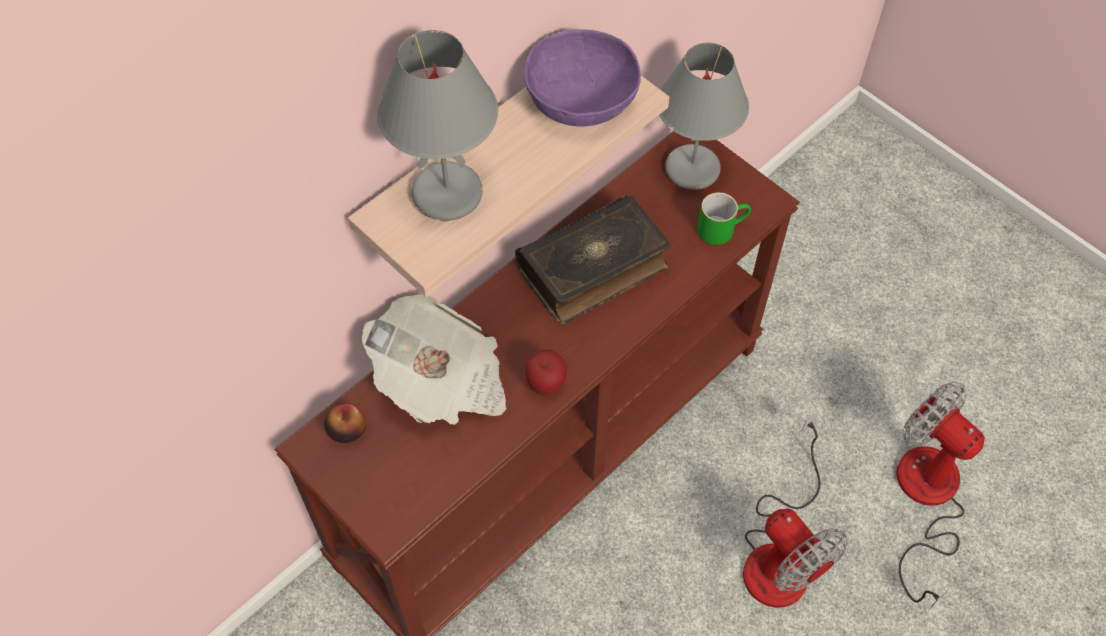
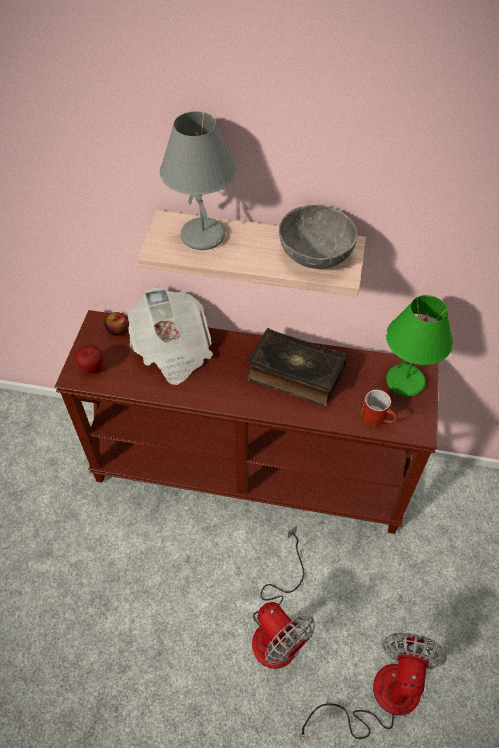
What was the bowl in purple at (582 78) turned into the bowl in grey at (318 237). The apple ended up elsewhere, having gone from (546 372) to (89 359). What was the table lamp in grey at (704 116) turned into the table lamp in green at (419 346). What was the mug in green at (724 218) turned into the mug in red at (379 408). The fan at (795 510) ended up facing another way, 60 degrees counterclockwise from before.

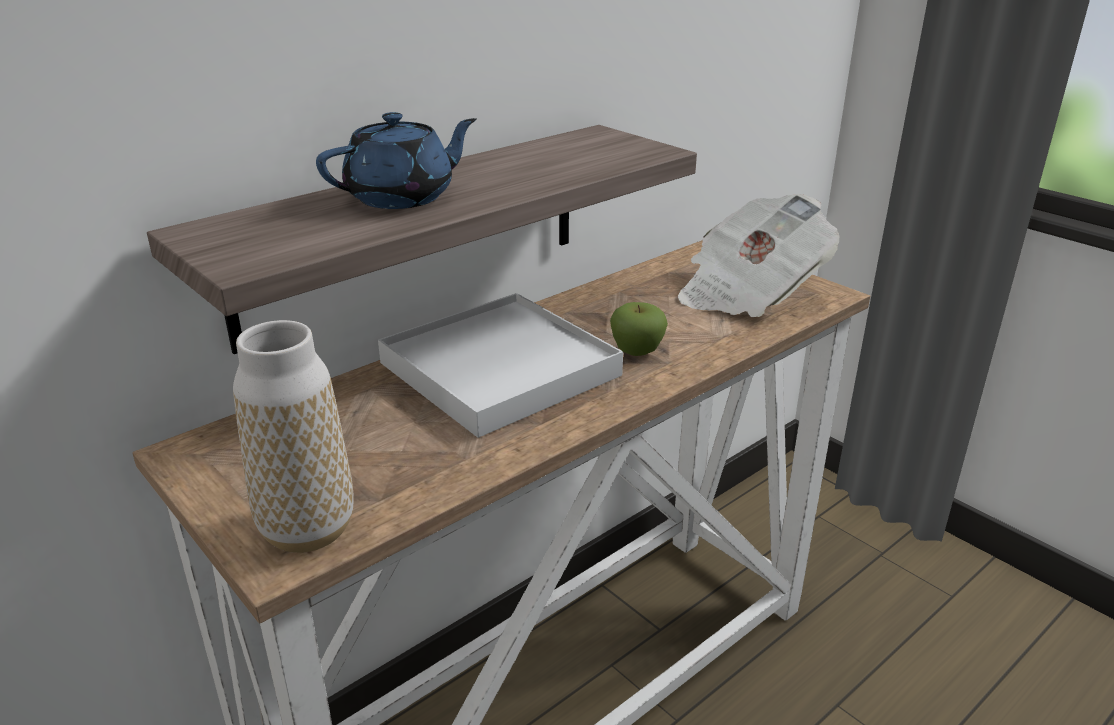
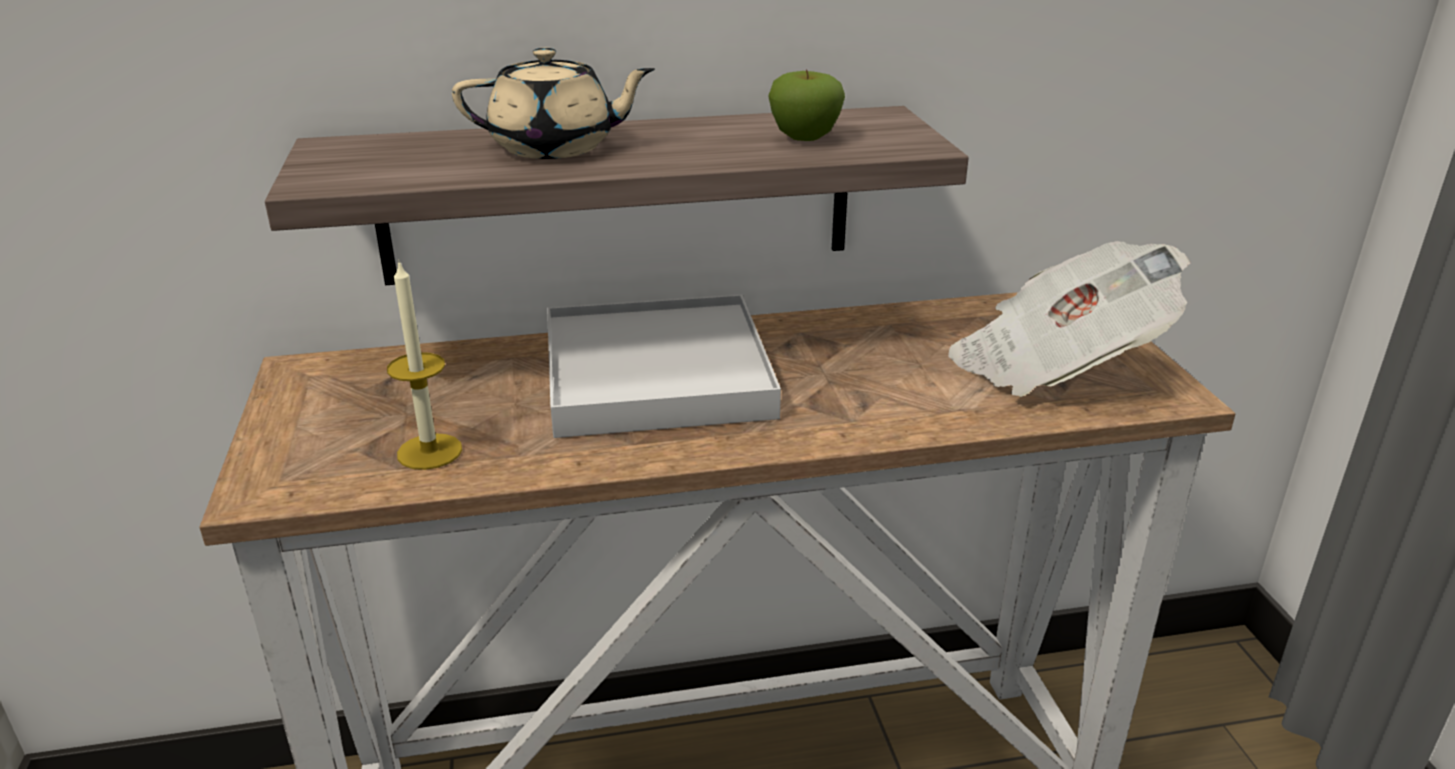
The second view lost the vase at (293 436). What was the teapot in blue at (396 160) turned into the teapot in beige at (553 103). The apple ended up elsewhere, having gone from (639 329) to (806 105). The second view gained the candle at (424 364).

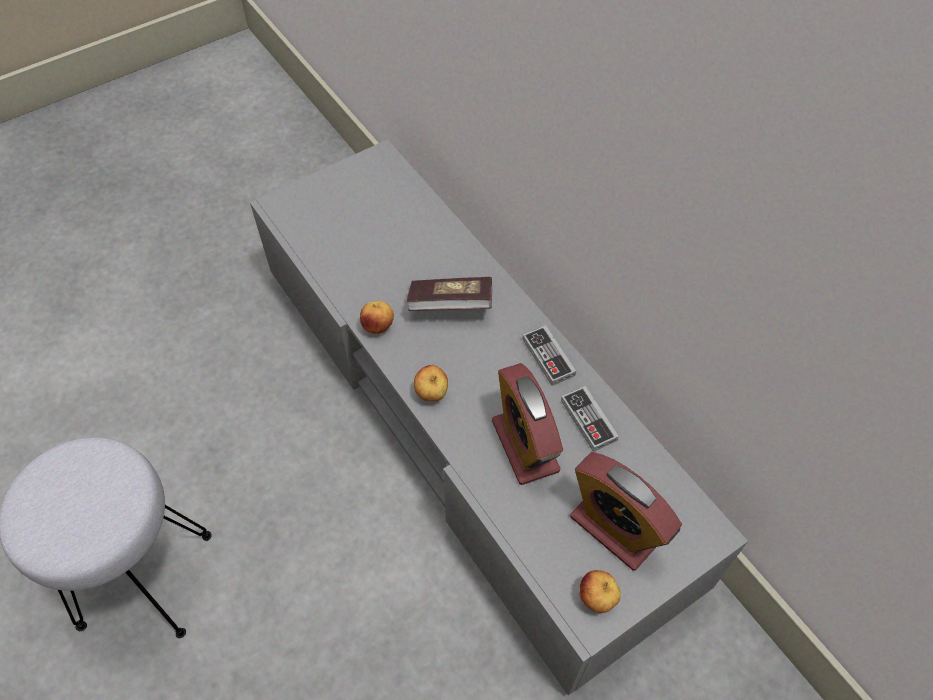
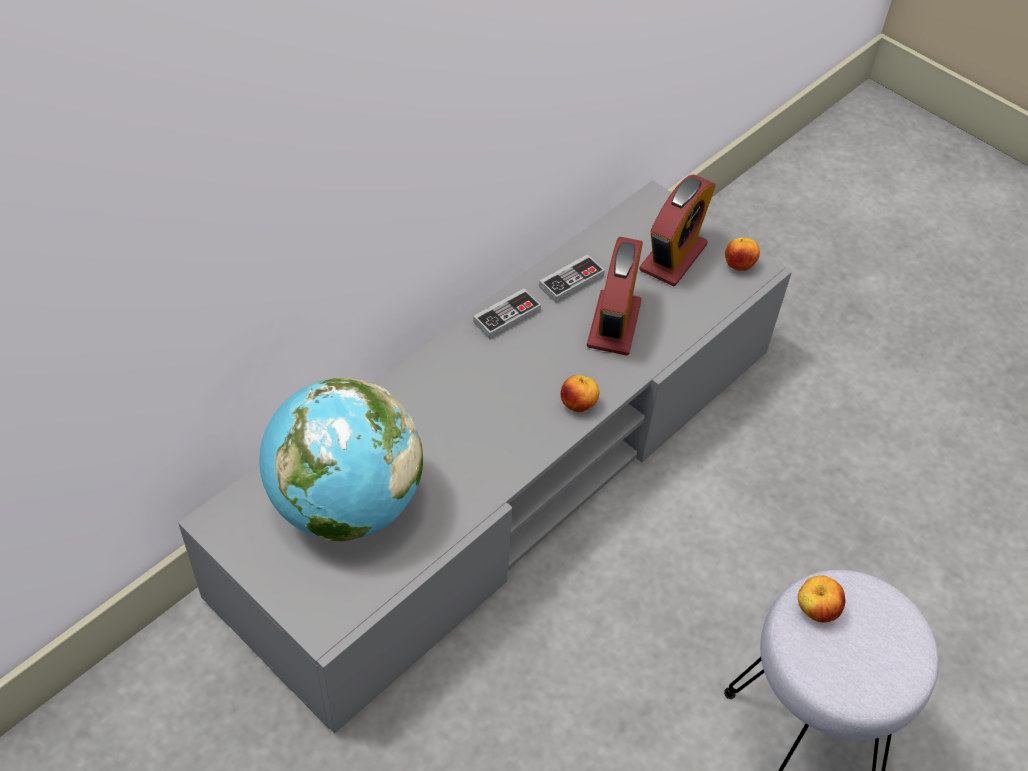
The apple ended up elsewhere, having gone from (377 317) to (821 599). The second view lost the book at (449 294). The alarm clock at (527 424) ended up facing another way, 135 degrees clockwise from before. The second view gained the globe at (341 460).

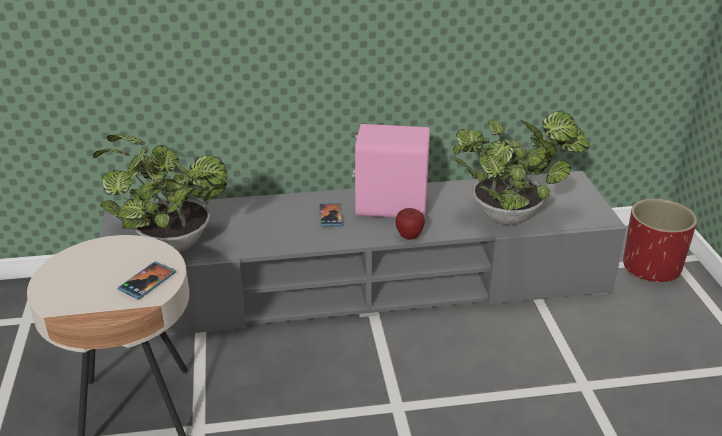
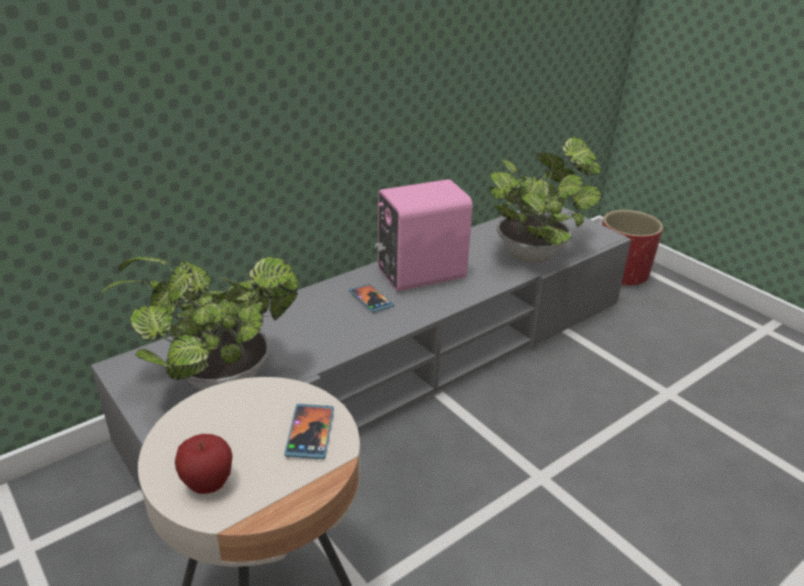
The apple ended up elsewhere, having gone from (410 224) to (204 464).

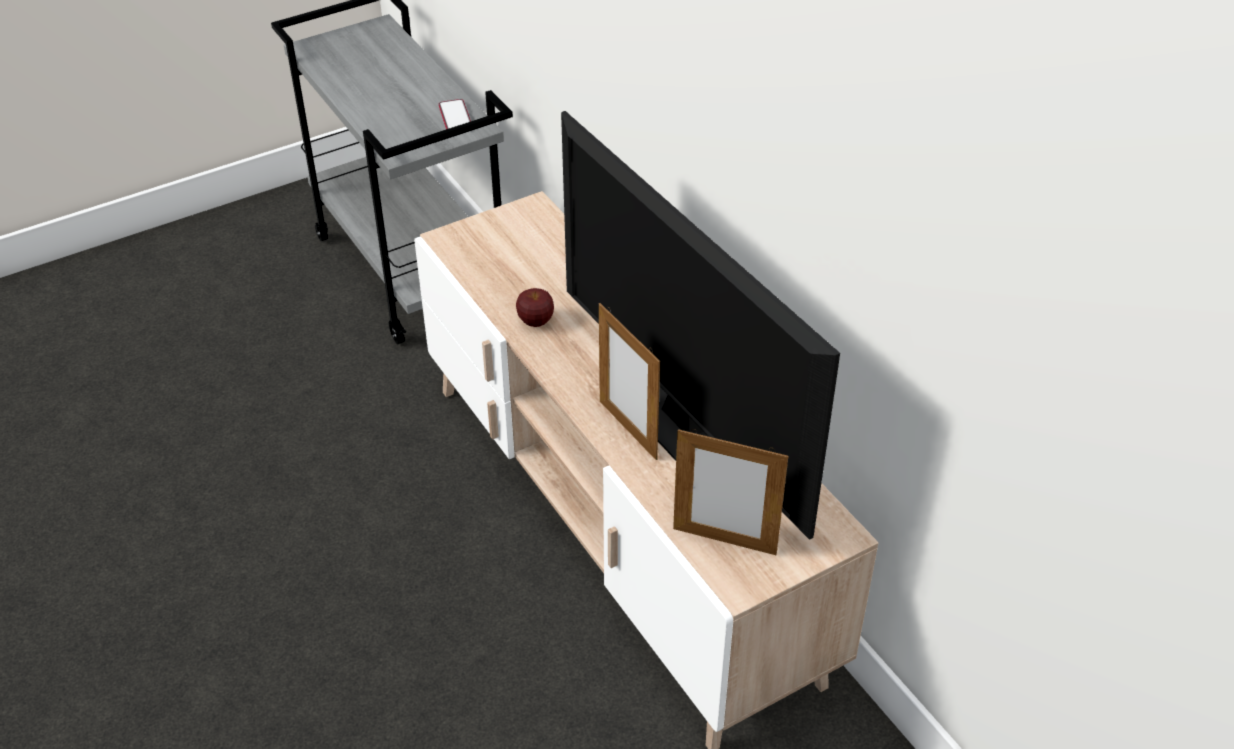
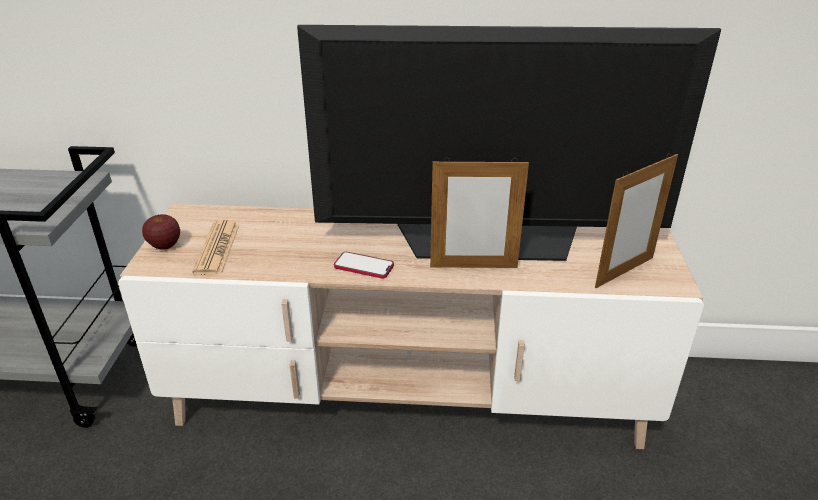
The phone ended up elsewhere, having gone from (455 114) to (364 265). The apple ended up elsewhere, having gone from (535 307) to (161 232). The second view gained the newspaper at (216 247).

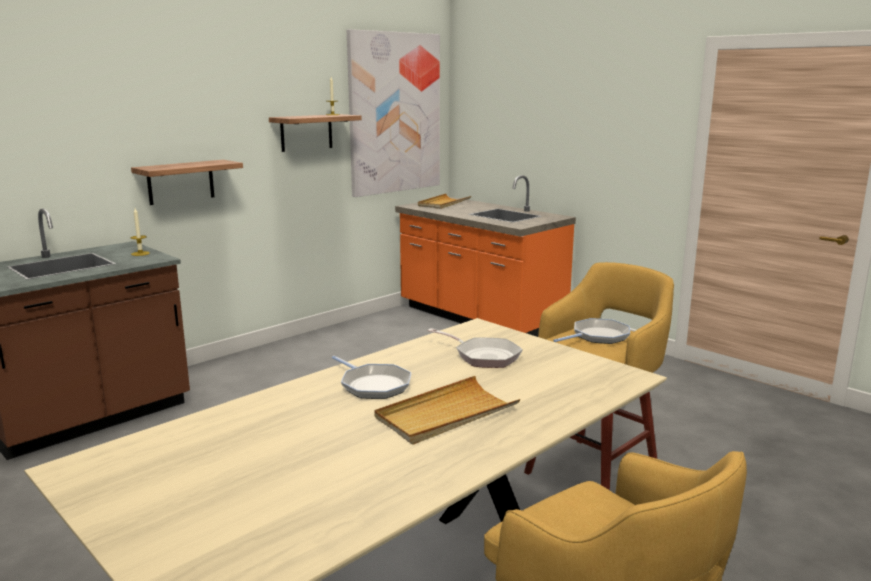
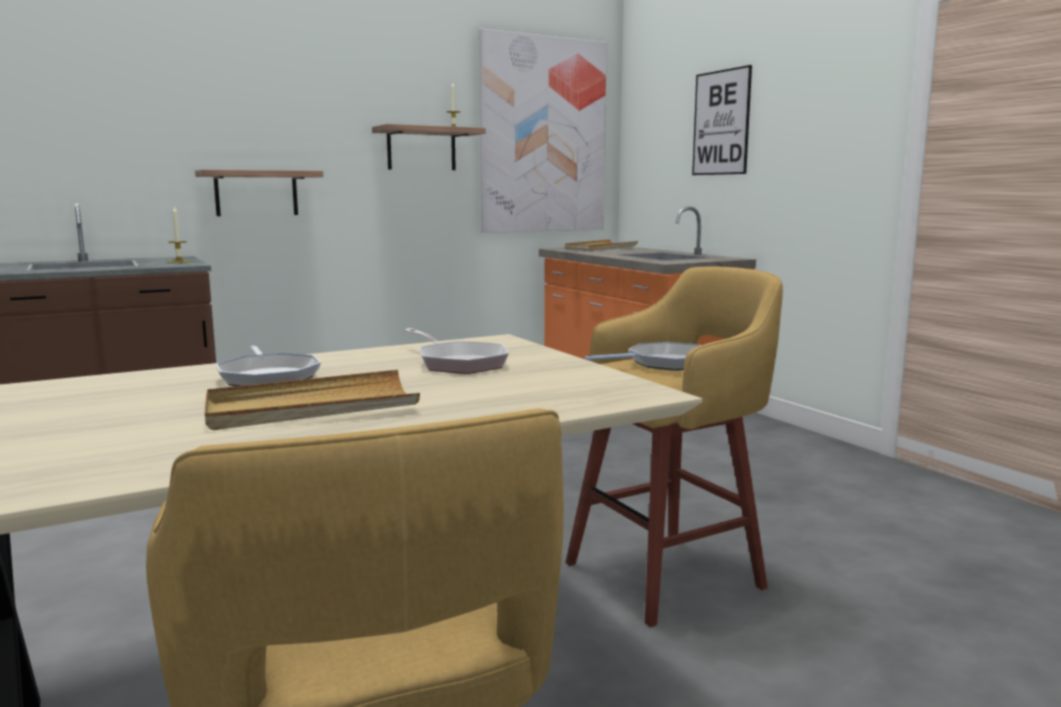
The second view gained the picture at (722 120).

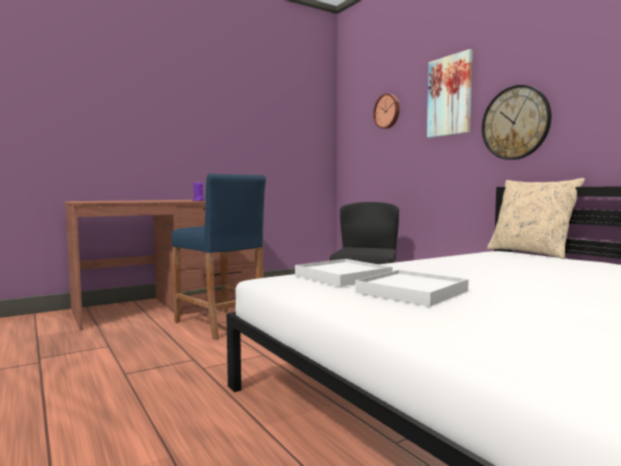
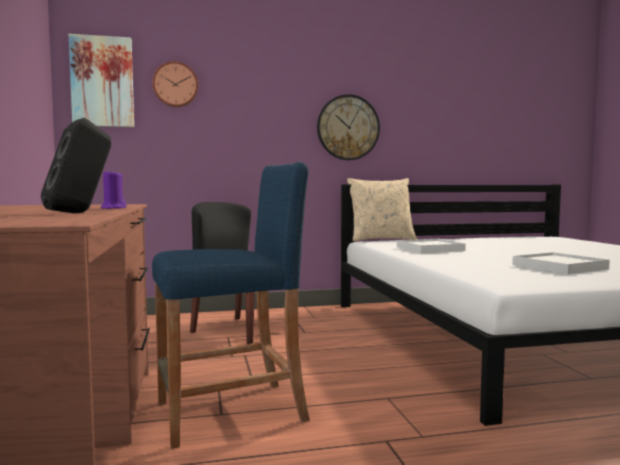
The tray in white ended up elsewhere, having gone from (344 273) to (431 246). The picture ended up elsewhere, having gone from (450 93) to (101 80). The second view gained the speaker in black at (76 165).

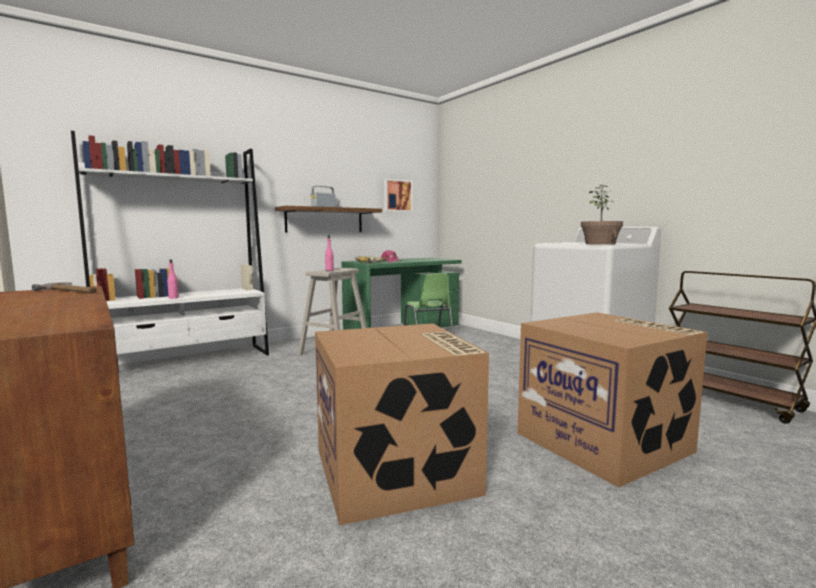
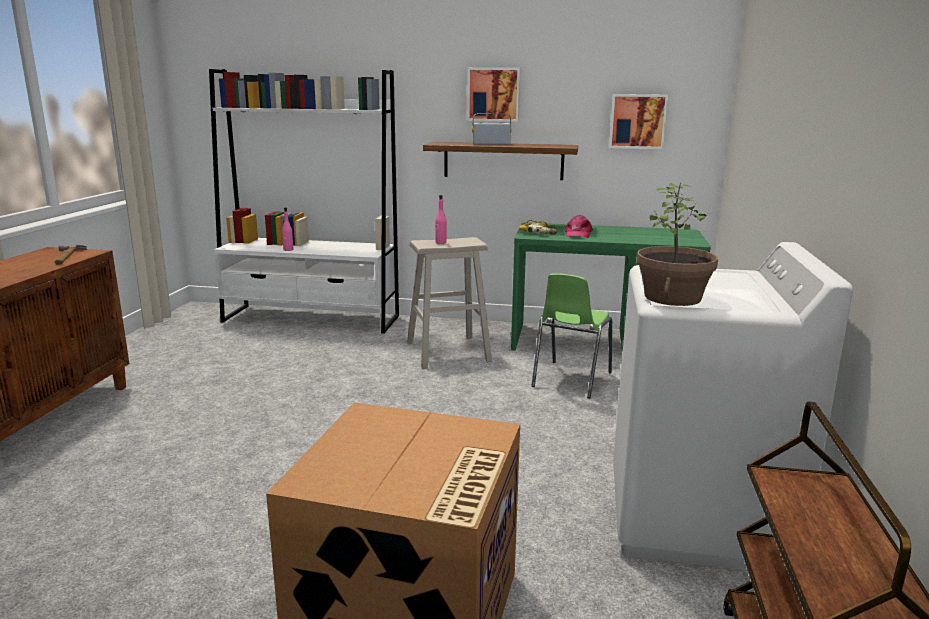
The second view lost the cardboard box at (402 424). The second view gained the picture at (493 94).

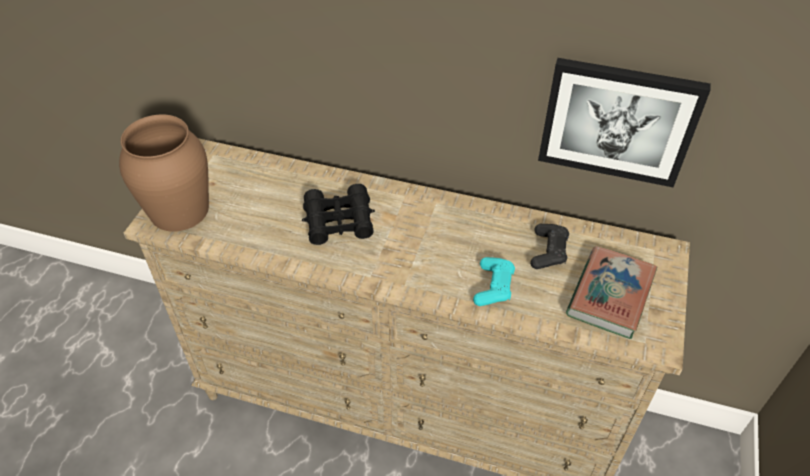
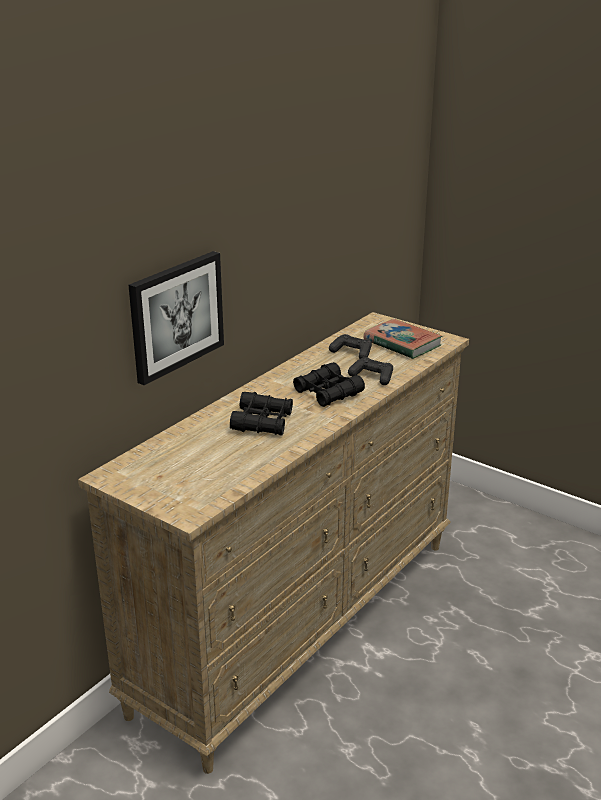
The second view lost the vase in brown at (164 173). What was the game controller in turquoise at (494 281) turned into the game controller in black at (370 371). The picture ended up elsewhere, having gone from (624 122) to (176 318). The second view gained the binoculars in black at (329 384).

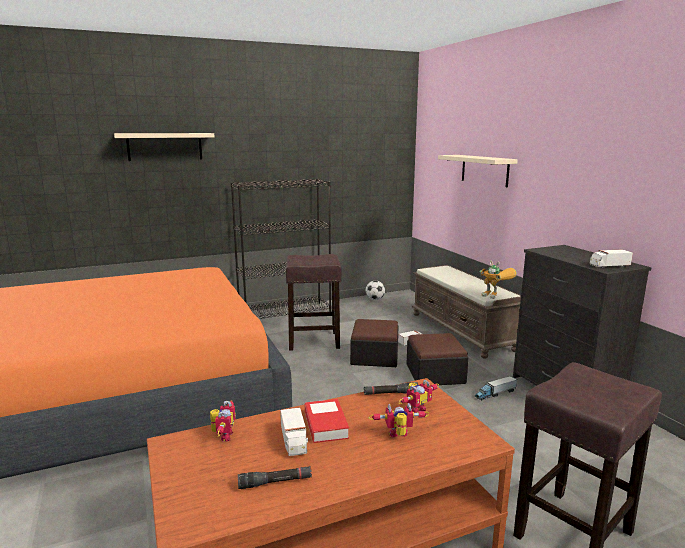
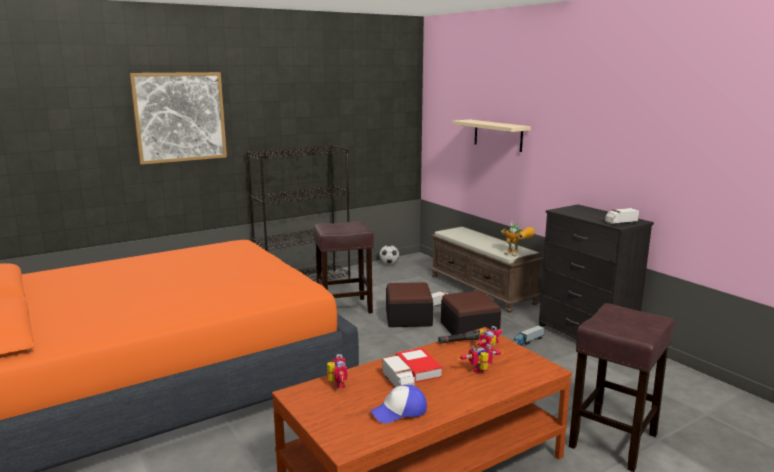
Where the shelf in beige hung at (164 147), the picture came to hang at (178 118). Where the flashlight in black stood at (275 477), the cap came to stand at (398 404).

